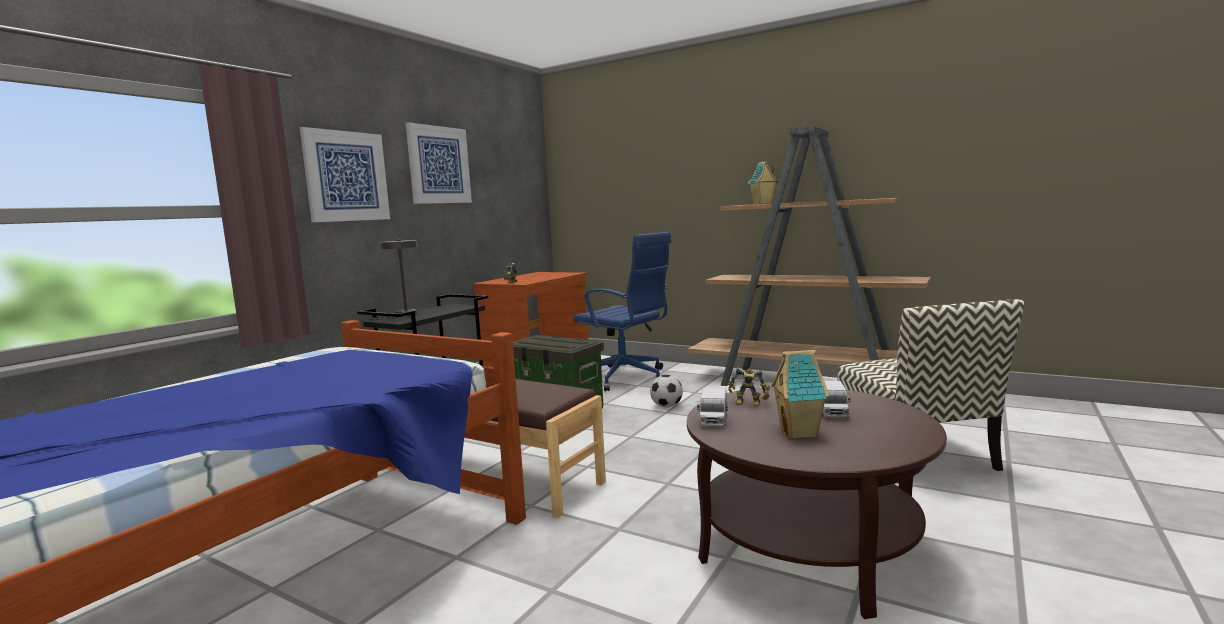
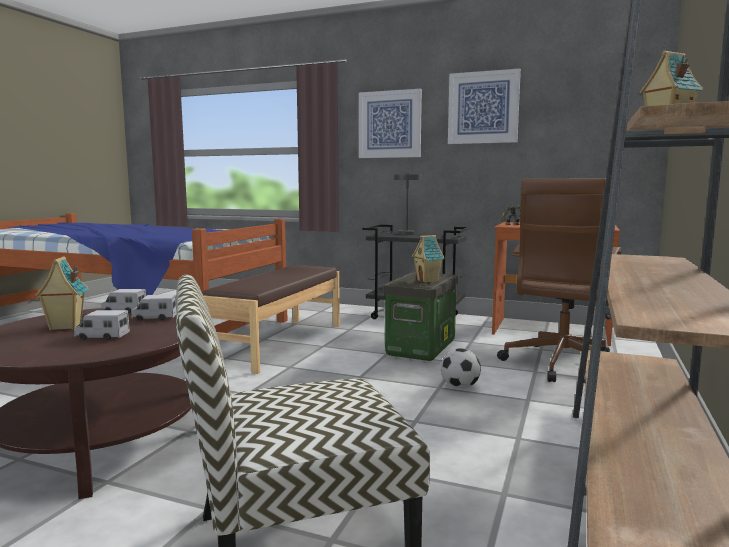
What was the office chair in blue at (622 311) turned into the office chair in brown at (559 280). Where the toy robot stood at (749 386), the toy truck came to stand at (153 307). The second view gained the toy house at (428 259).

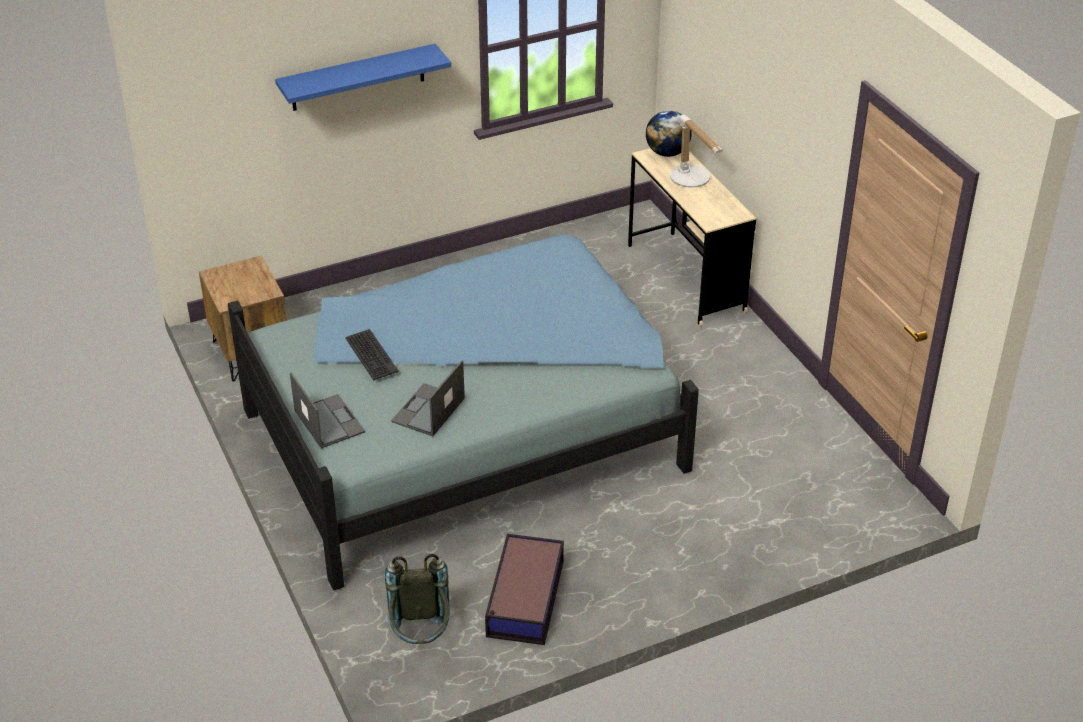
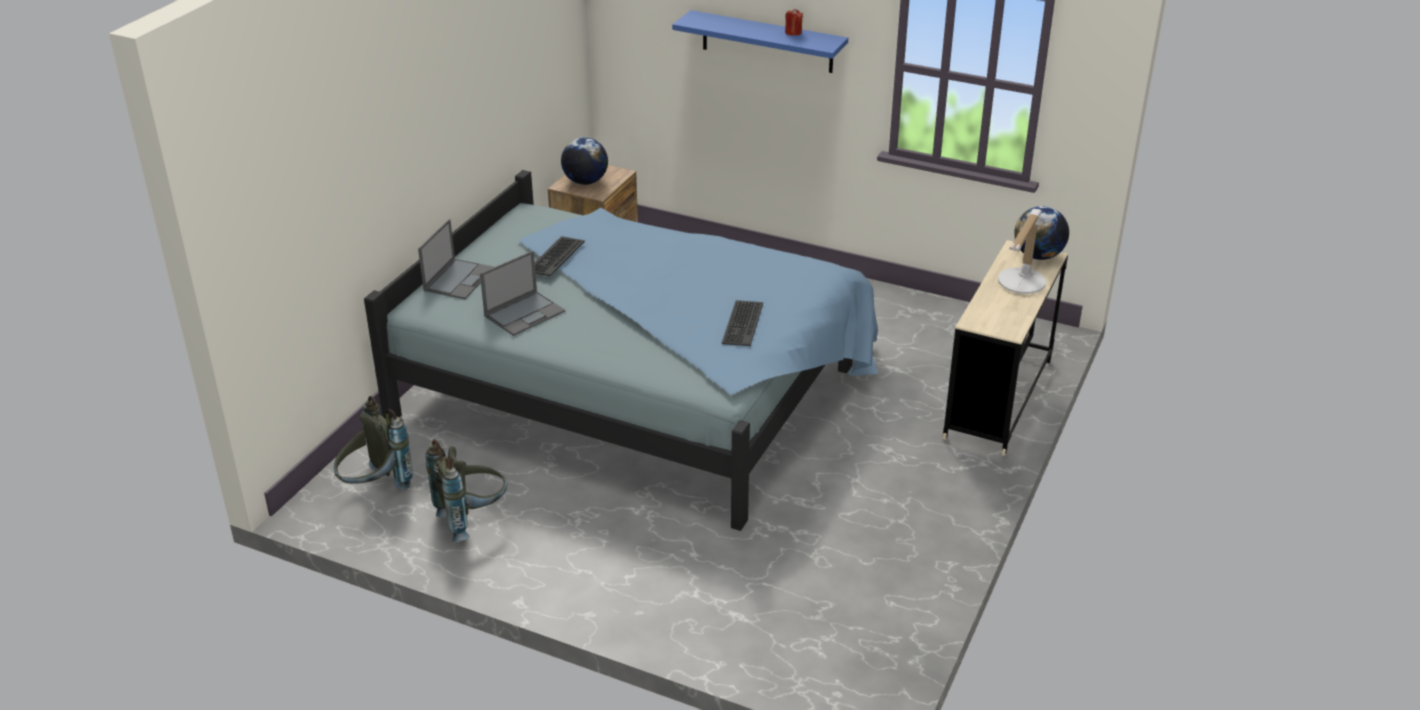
The laptop at (428 398) ended up facing another way, 150 degrees clockwise from before. Where the storage box stood at (524 589), the backpack in grey came to stand at (466 490). The second view gained the globe at (584 161). The second view gained the keyboard at (742 323). The second view gained the candle in red at (794 22).

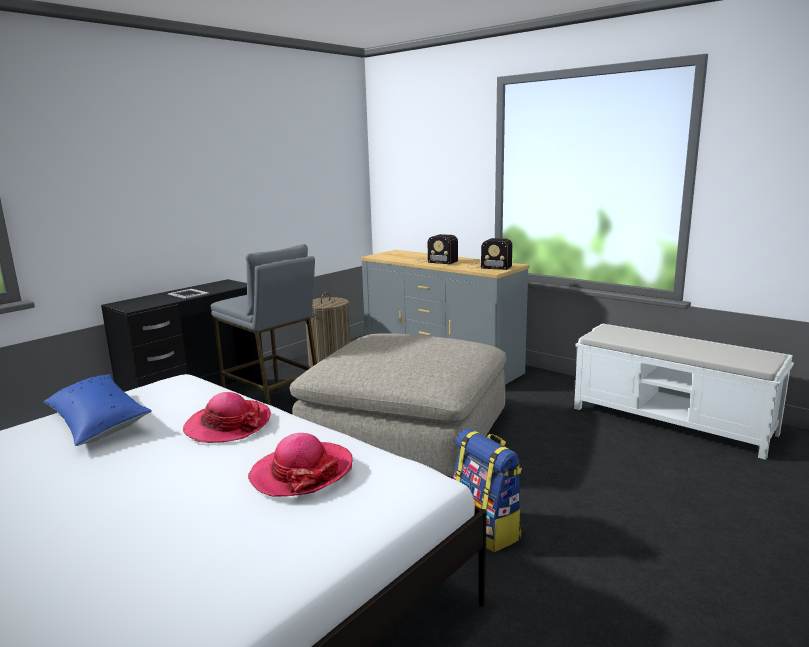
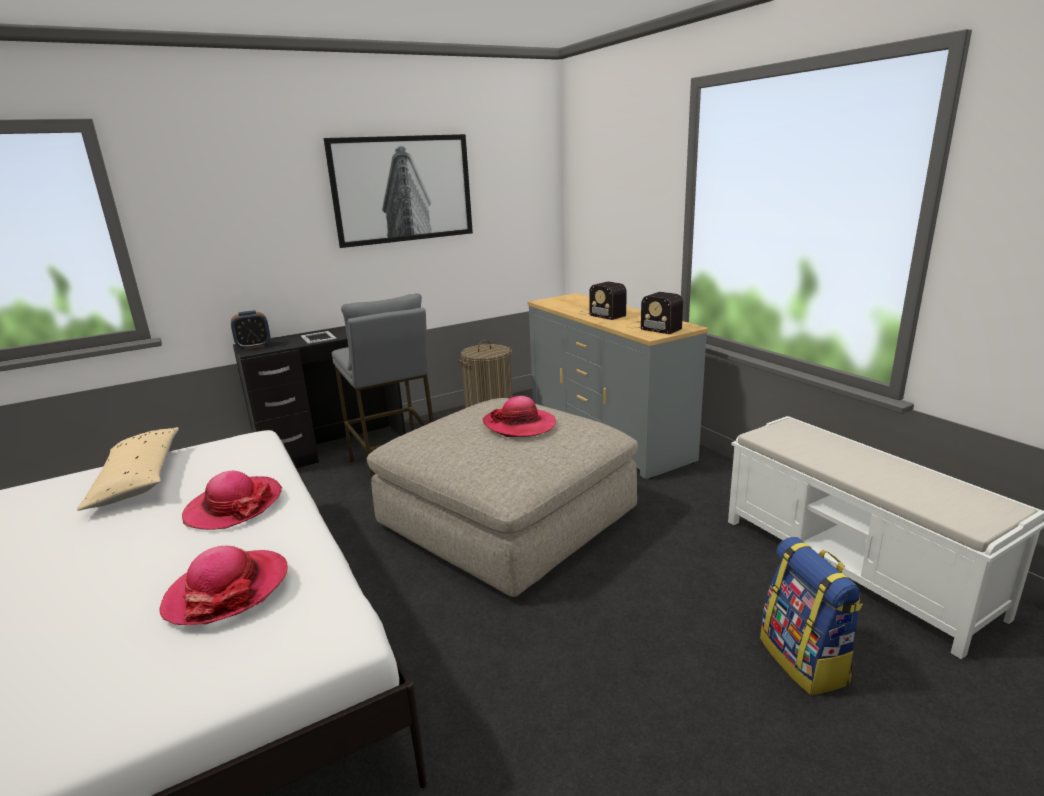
What was the pillow in blue at (97 410) turned into the pillow in beige at (128 469). The backpack ended up elsewhere, having gone from (487 490) to (811 616). The second view gained the alarm clock at (250 330). The second view gained the picture at (398 191). The second view gained the hat at (519 416).

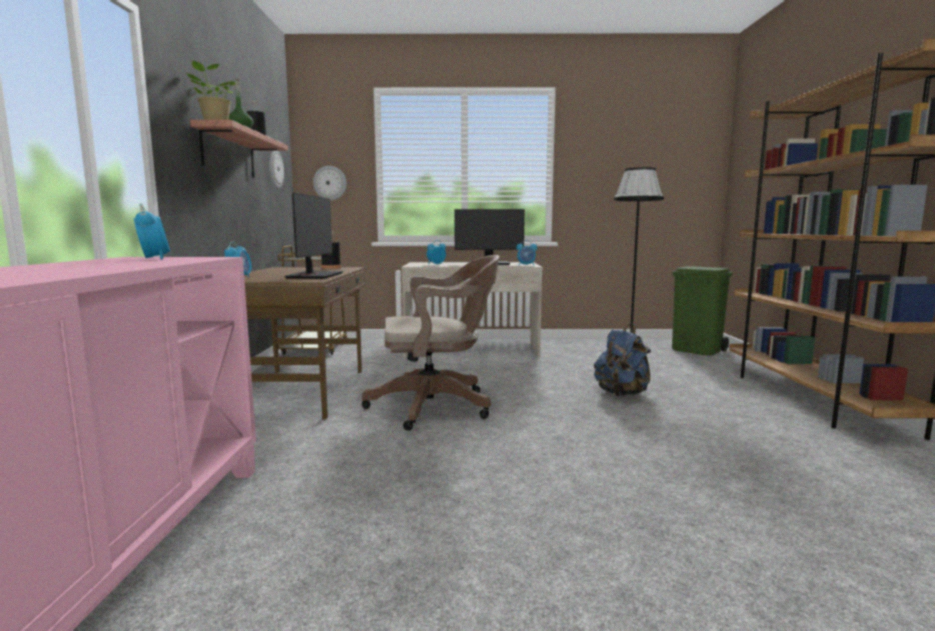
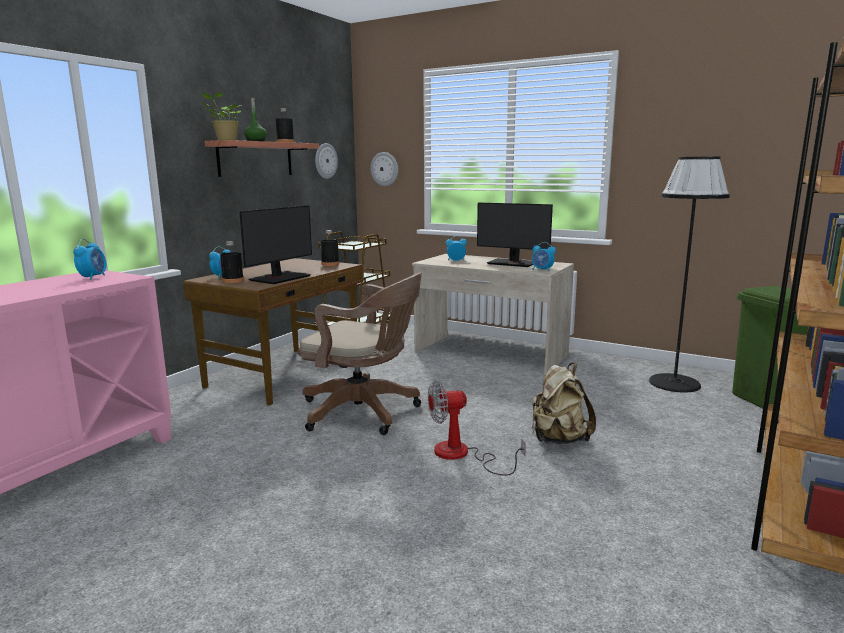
What was the backpack in blue at (622 360) turned into the backpack in beige at (564 403). The second view gained the bottle in black at (232 262). The second view gained the fan at (477 428).

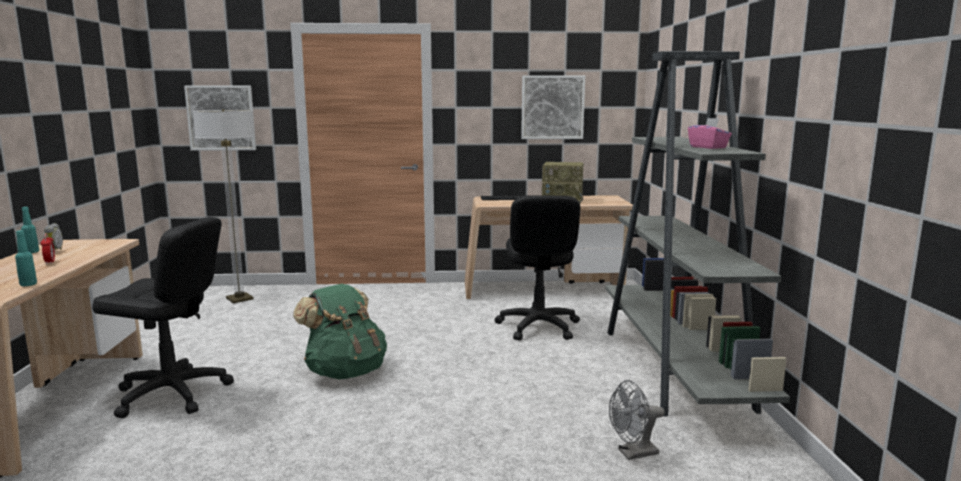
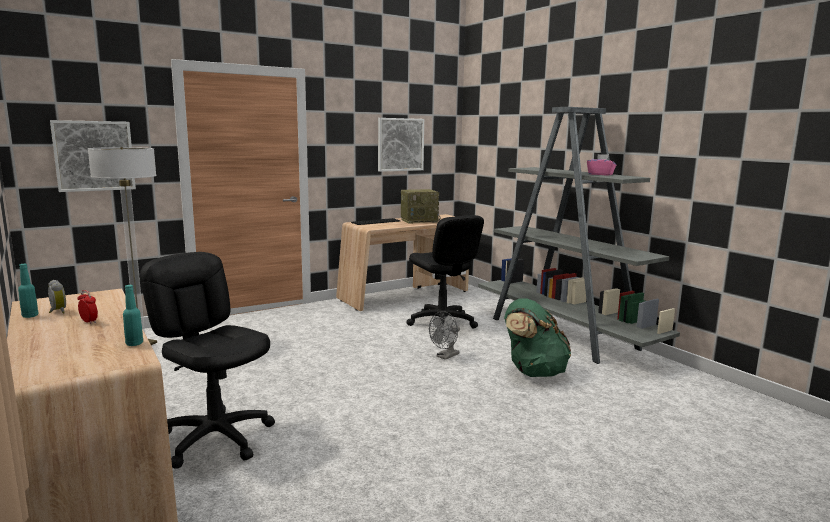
The office chair in black at (163 317) ended up facing another way, 120 degrees counterclockwise from before. The backpack in green ended up elsewhere, having gone from (340 332) to (537 337). The fan in grey ended up elsewhere, having gone from (637 420) to (444 335).

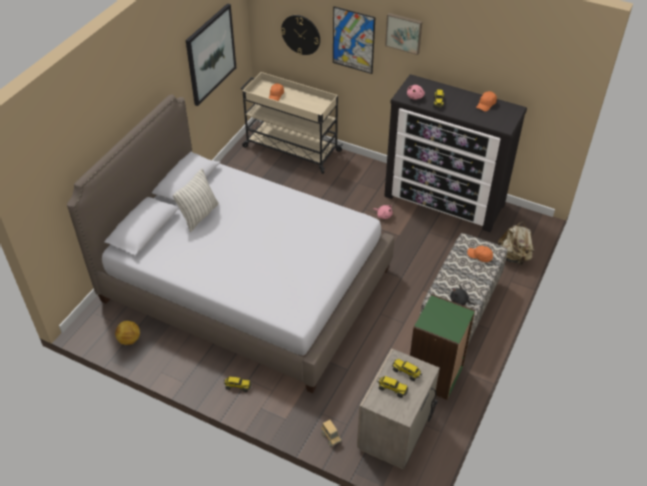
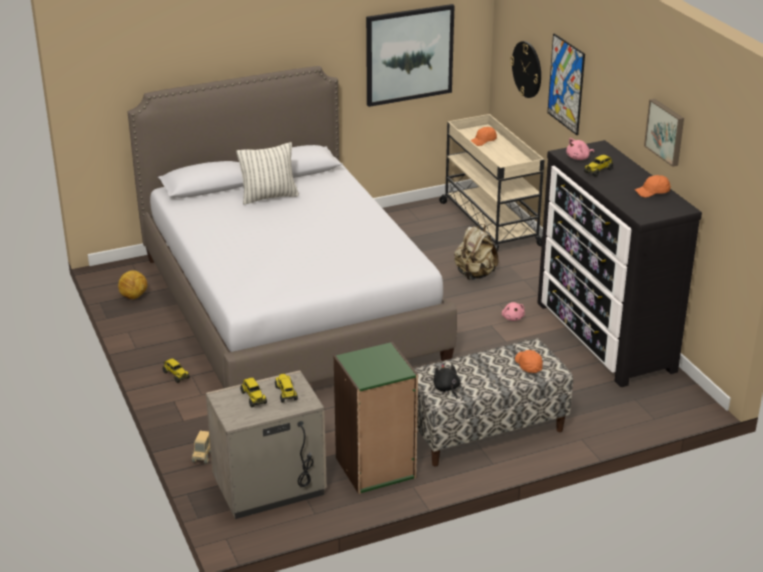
The picture ended up elsewhere, having gone from (404 34) to (664 133). The backpack in beige ended up elsewhere, having gone from (516 243) to (476 252).

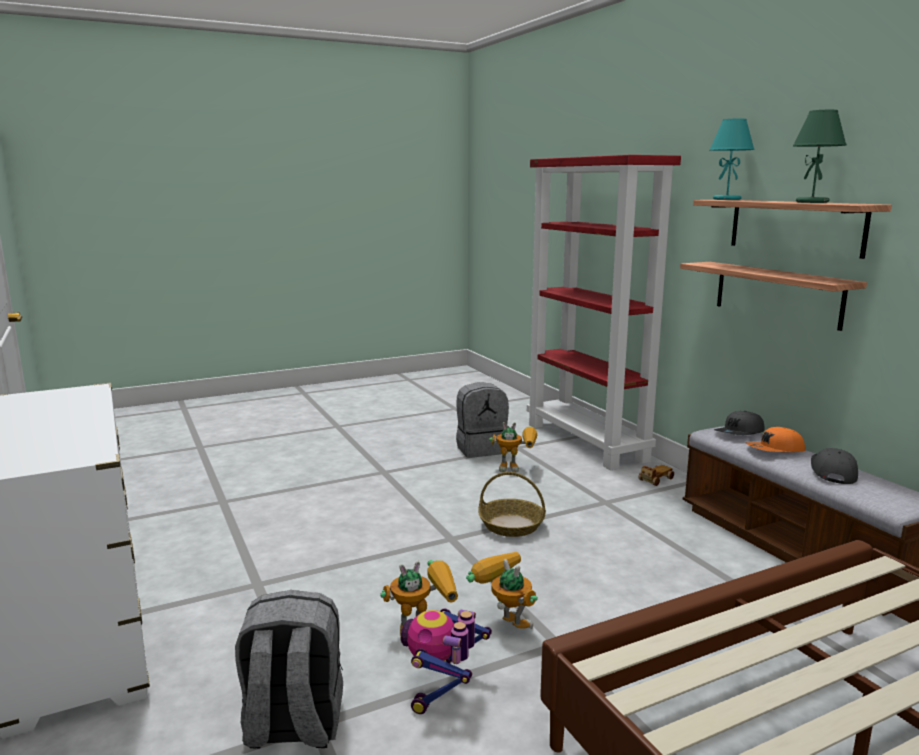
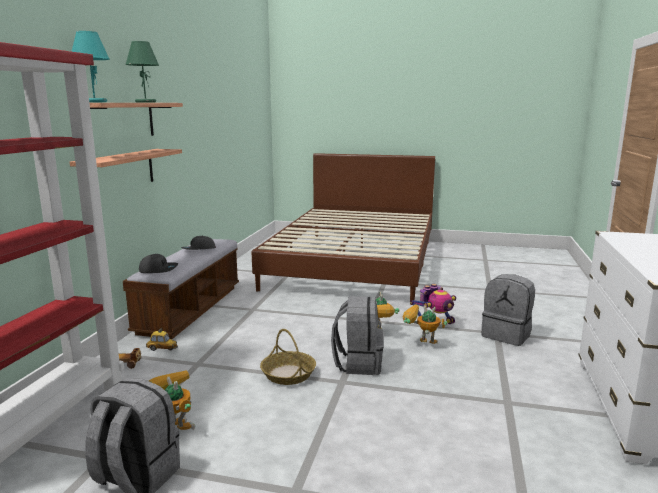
The second view lost the cap in orange at (775 439). The second view gained the toy car at (162 339). The second view gained the backpack in grey at (357 335).

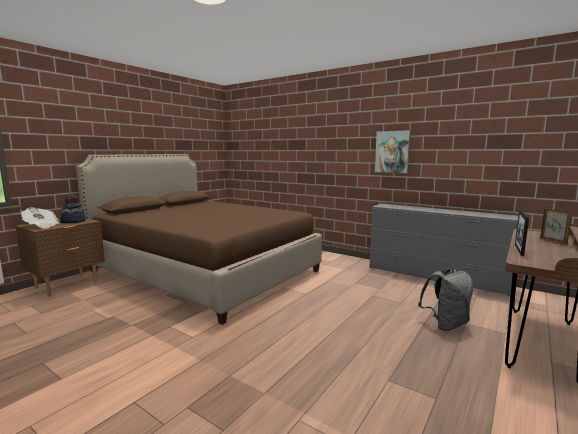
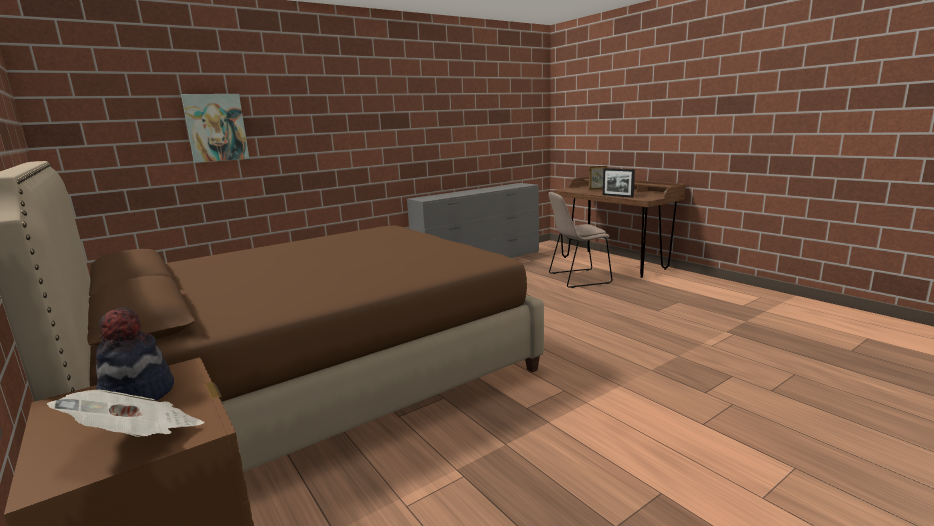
The picture ended up elsewhere, having gone from (392 151) to (215 128). Where the backpack in grey stood at (445 299), the chair in beige came to stand at (580 240).

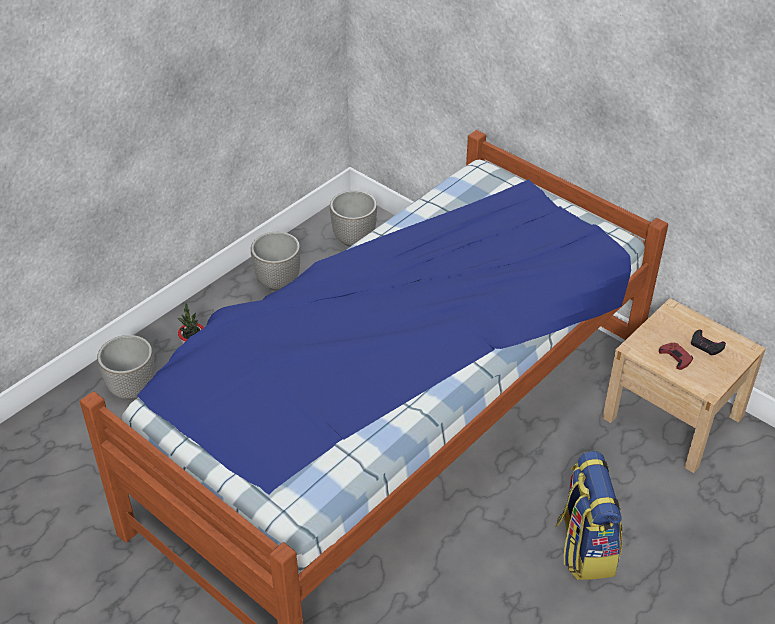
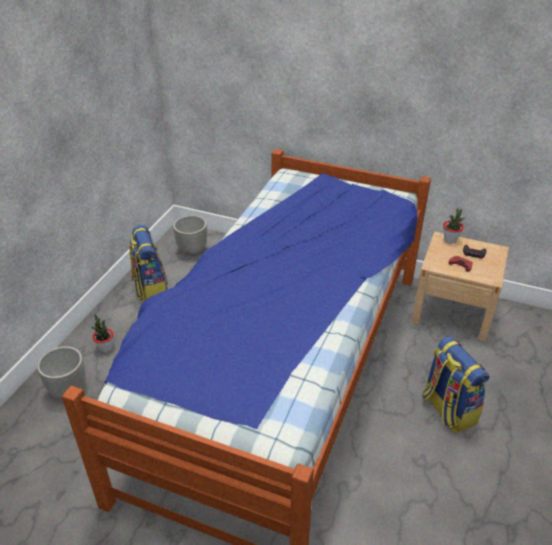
Where the planter stood at (275 261), the backpack came to stand at (148 263). The second view gained the potted plant at (454 226).

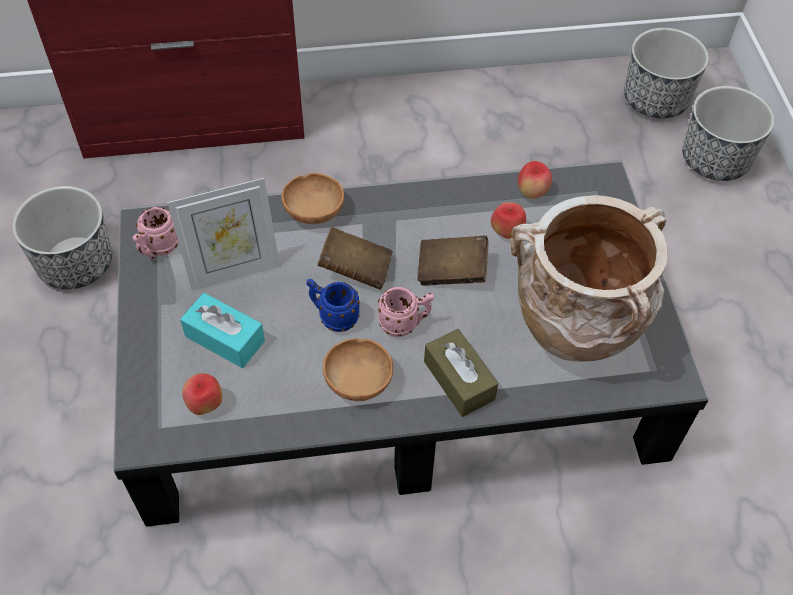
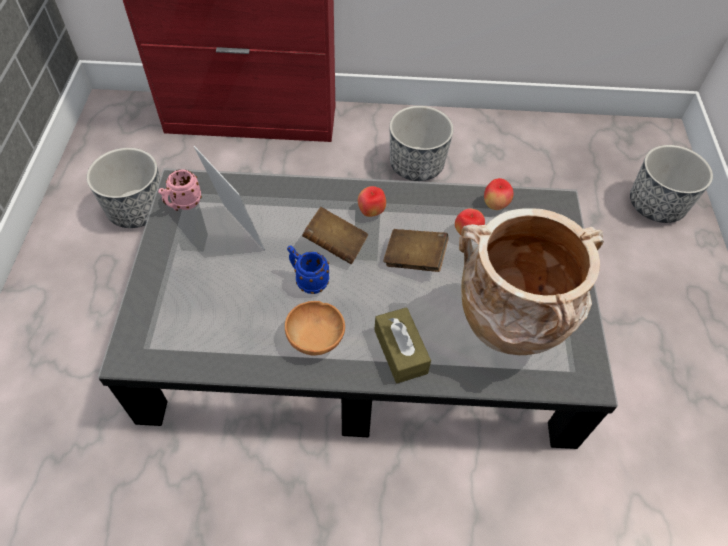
The picture frame at (223 234) ended up facing another way, 120 degrees counterclockwise from before. The second view lost the tissue box in turquoise at (222 330). The apple ended up elsewhere, having gone from (202 394) to (372 201). The second view lost the bowl in brown at (312 198). The second view lost the mug in pink at (406 312). The planter ended up elsewhere, having gone from (666 73) to (422 143).

